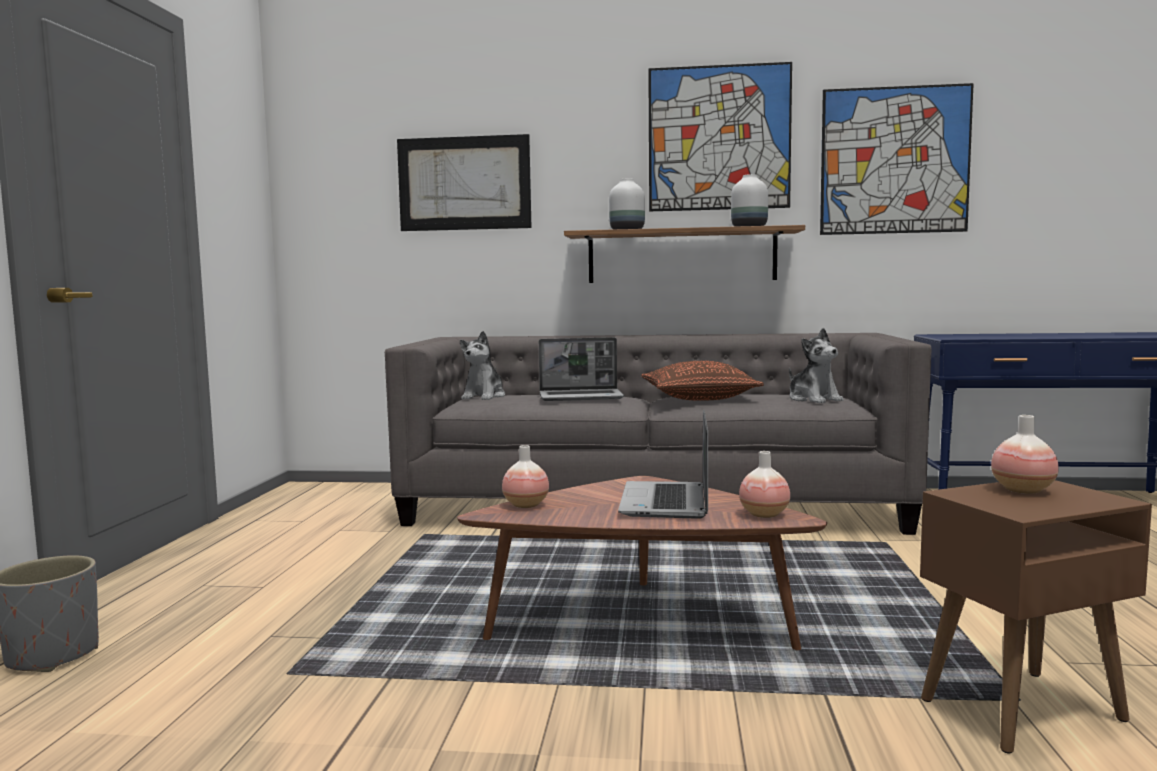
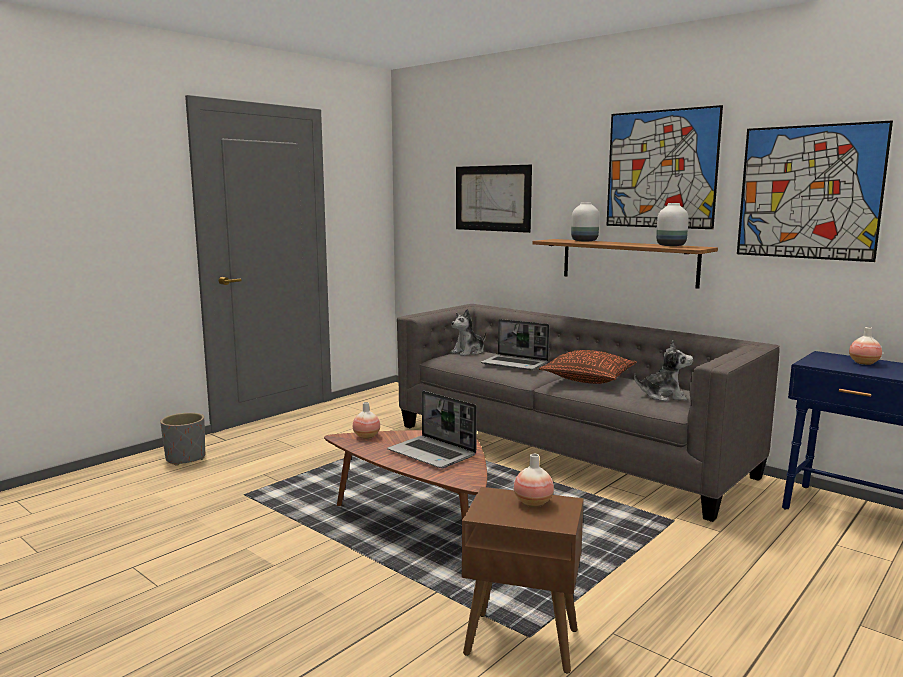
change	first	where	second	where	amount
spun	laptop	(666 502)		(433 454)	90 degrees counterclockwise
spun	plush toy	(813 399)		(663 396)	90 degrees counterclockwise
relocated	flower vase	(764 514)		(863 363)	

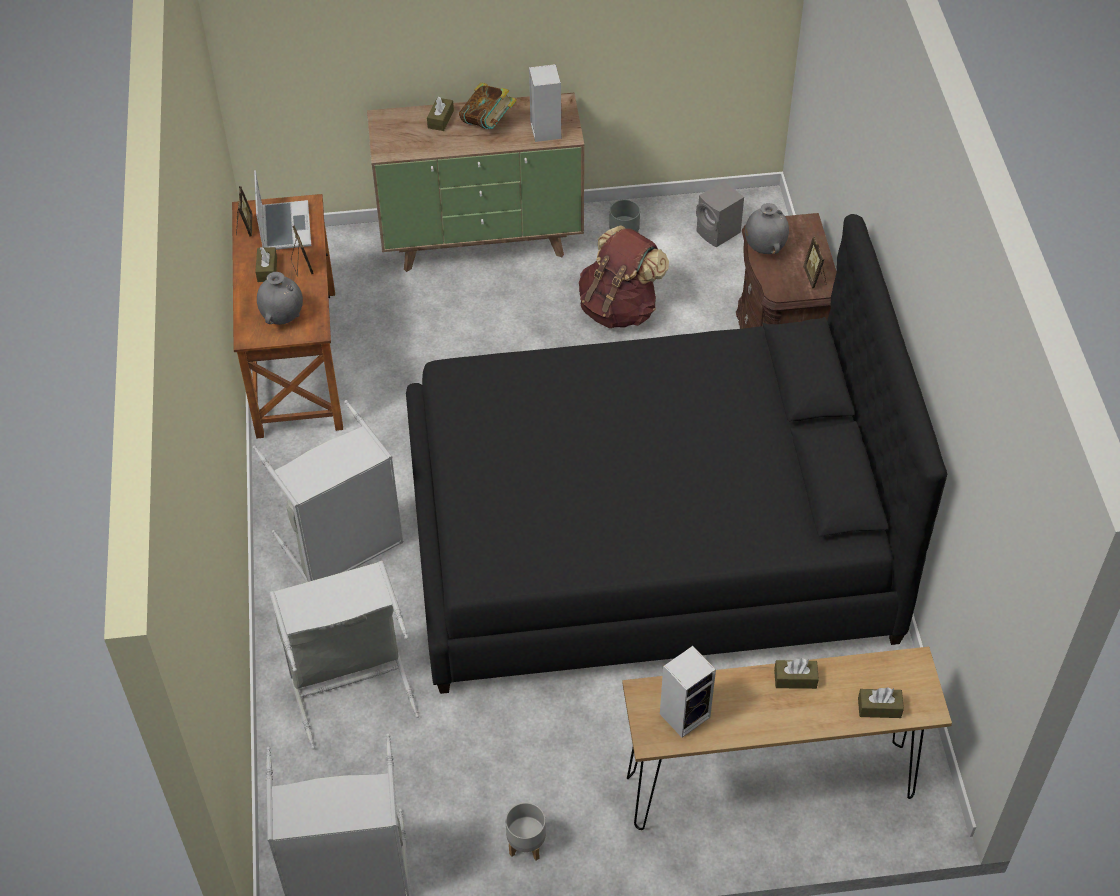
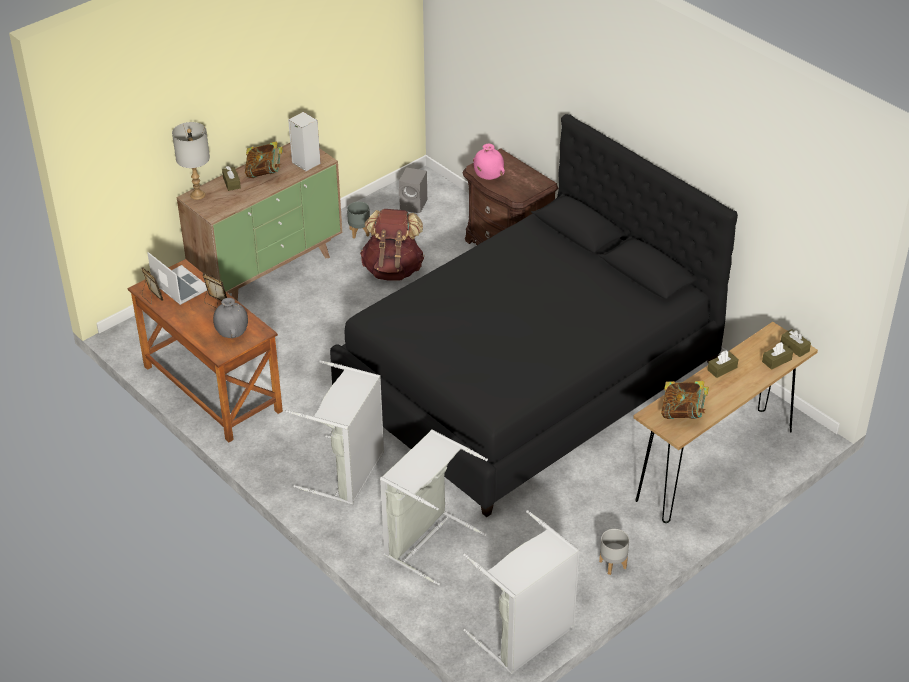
change	first	where	second	where	amount
appeared			greyish tabletop lamp	(197 195)	
colour	greyish flower vase	(764 248)	pink flower vase	(488 177)	
exchanged	loudspeaker	(685 714)	bound book	(683 413)	
relocated	brown-coloured tissue holder	(267 269)		(794 347)	
missing	picture frame	(815 277)			

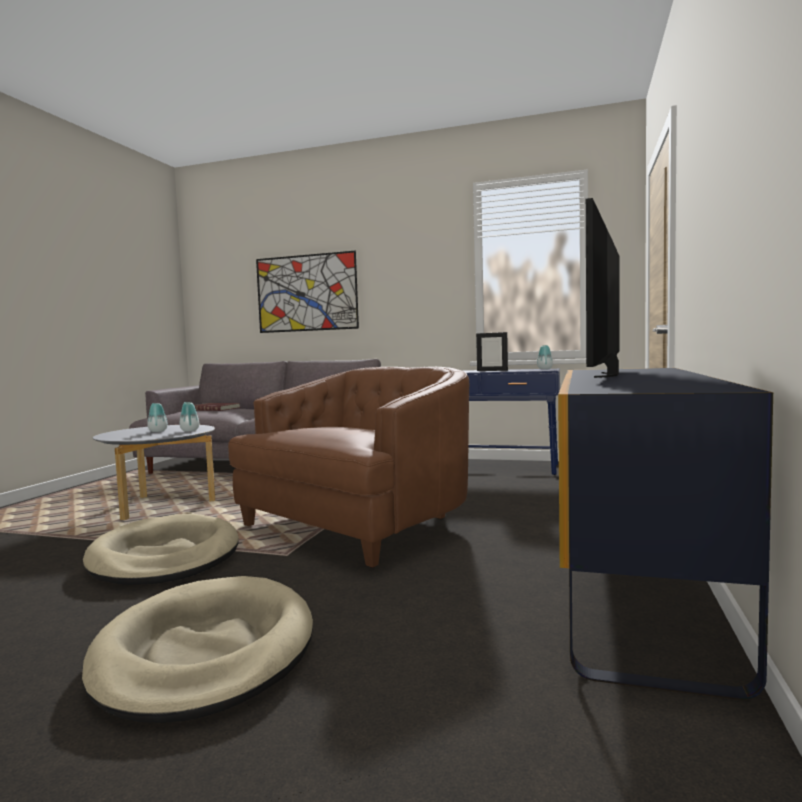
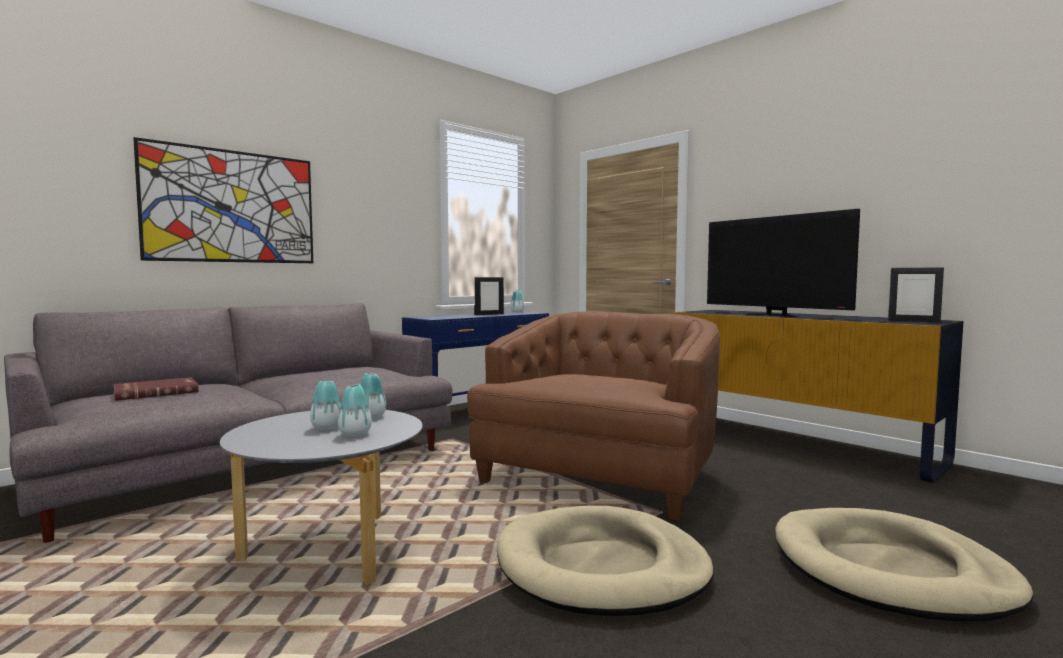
change	first	where	second	where	amount
appeared			flower vase	(355 434)	
spun	brown-coloured easy chair	(358 526)		(600 476)	45 degrees clockwise
appeared			picture frame	(913 321)	

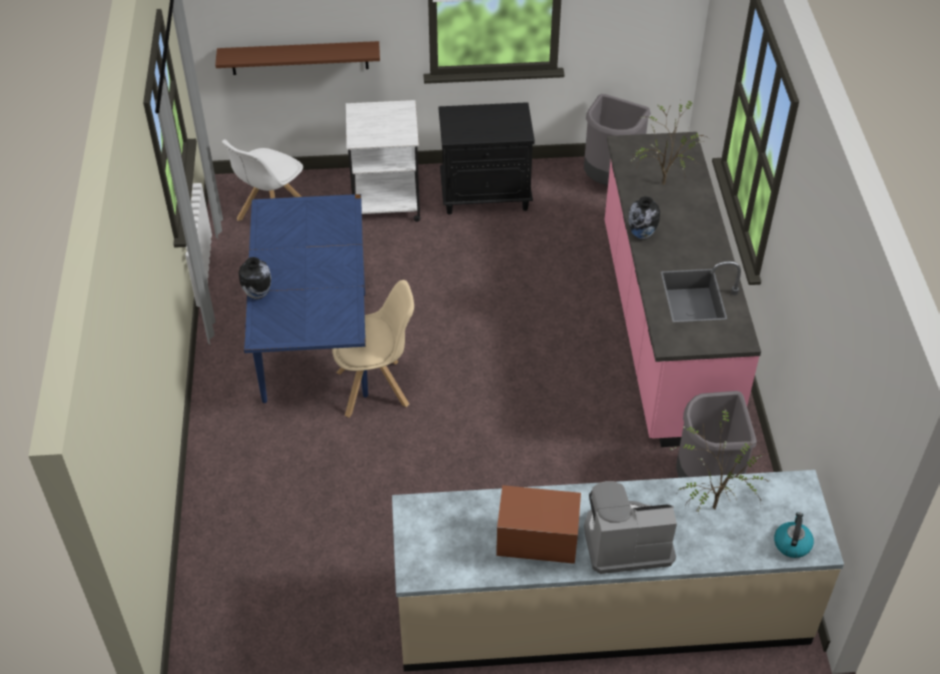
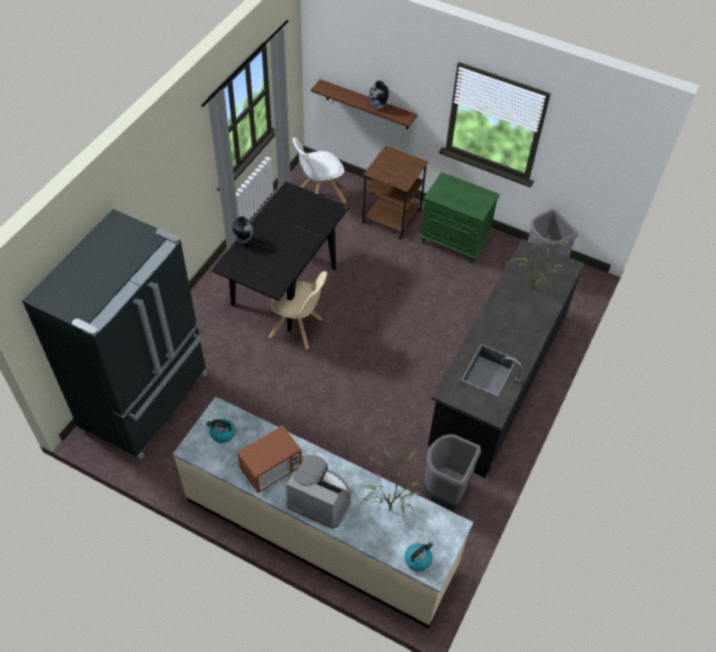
change	first	where	second	where	amount
appeared			black kitchen fridge	(147 400)	
appeared			water kettle	(222 433)	
colour	blue-coloured dinner table	(315 344)	black dinner table	(285 285)	
spun	microwave oven	(537 541)		(271 469)	105 degrees clockwise
colour	white-coloured wheeled cart	(387 200)	brown-coloured wheeled cart	(392 217)	
relocated	flower vase	(641 235)		(378 106)	
colour	black bedside table	(486 194)	green-coloured bedside table	(455 241)	
colour	pink counter	(663 329)	black counter	(497 381)	

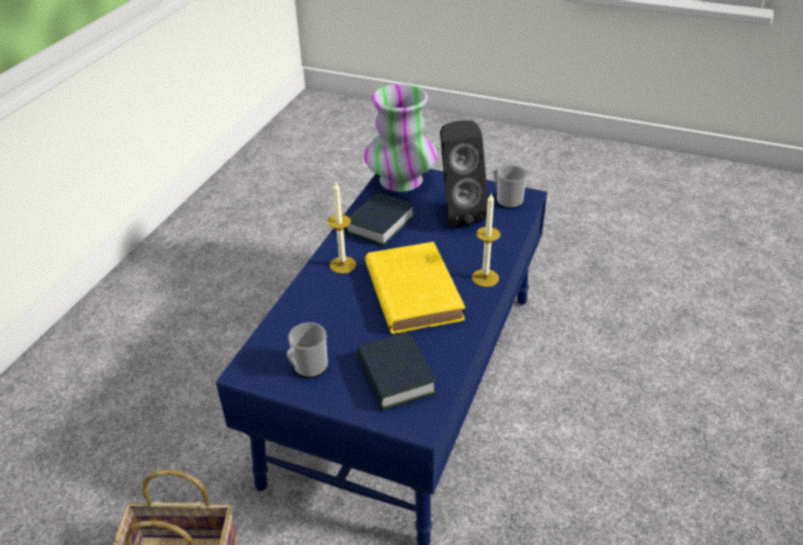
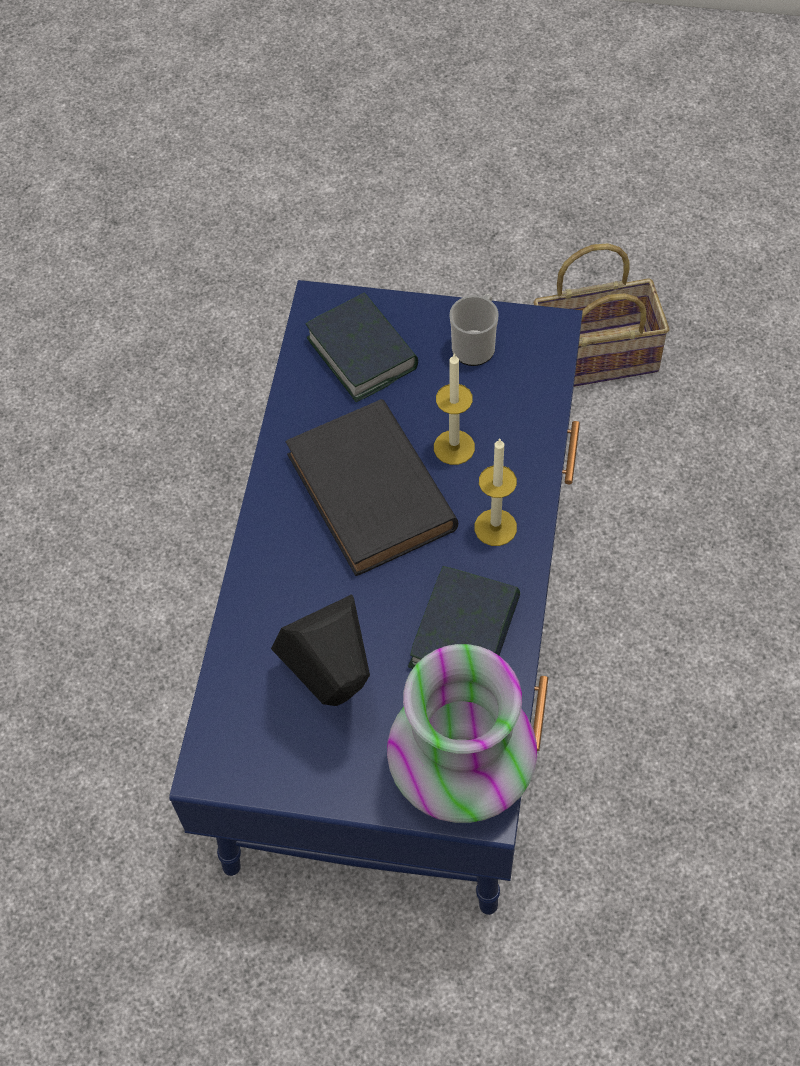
change	first	where	second	where	amount
colour	yellow-coloured bound book	(412 290)	black bound book	(373 496)	
relocated	wax light	(485 278)		(454 447)	
missing	tea mug	(507 200)			

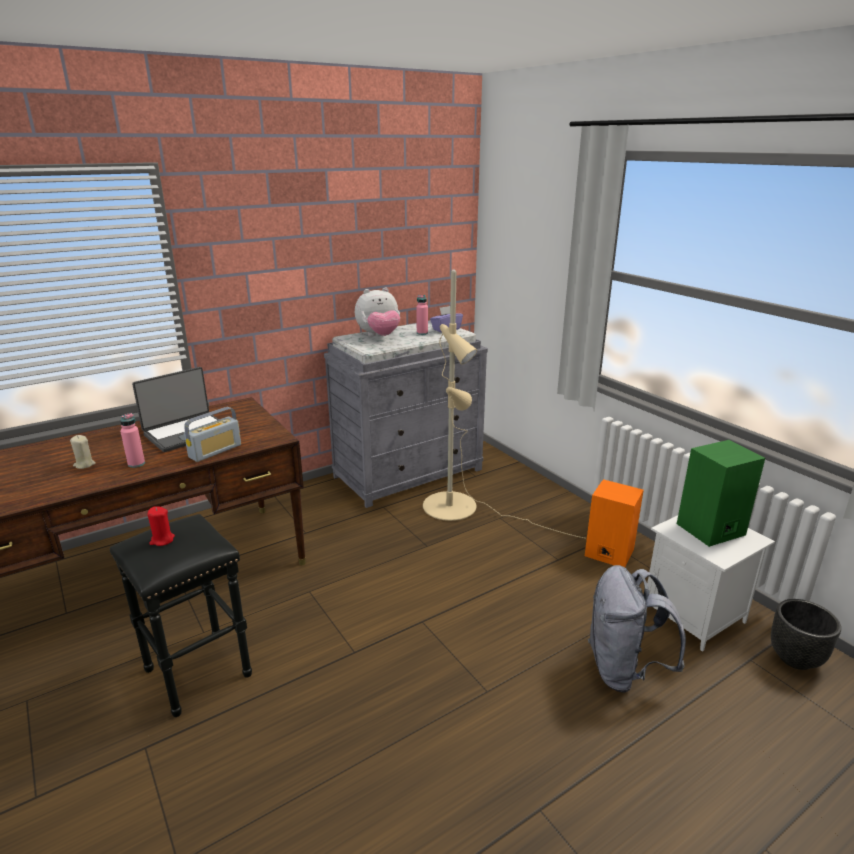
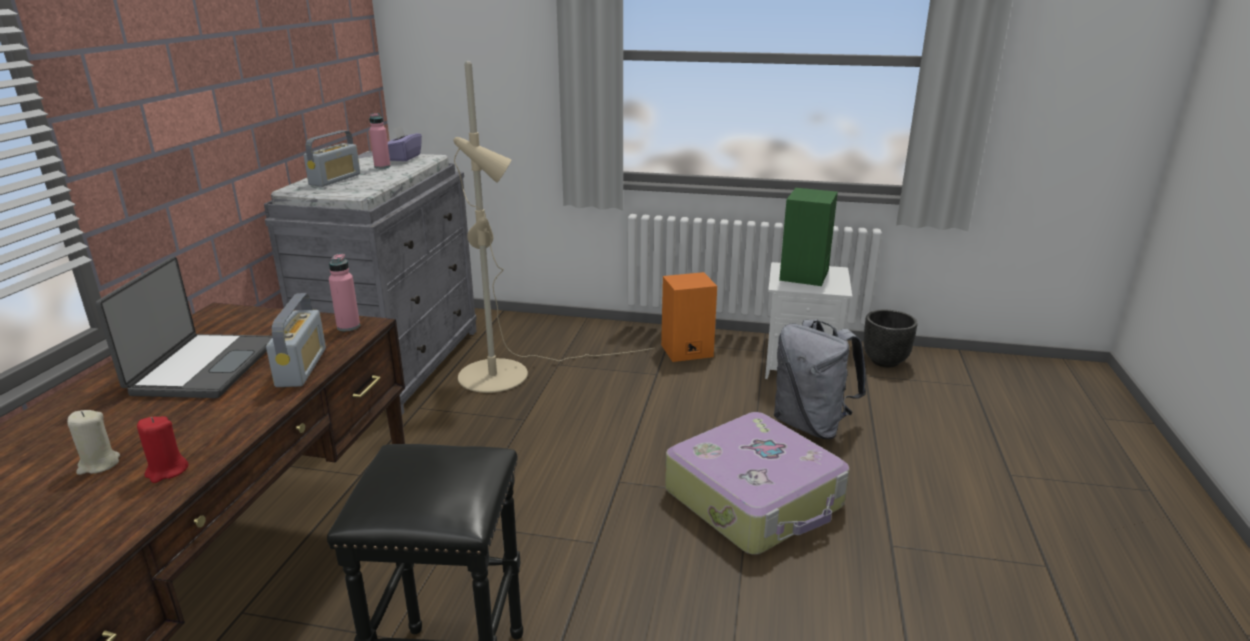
change	first	where	second	where	amount
relocated	red-coloured wax light	(162 540)		(166 471)	
exchanged	plush toy	(379 336)	radio receiver	(335 179)	
relocated	pink bottle	(136 464)		(348 327)	
appeared			piece of luggage	(755 499)	

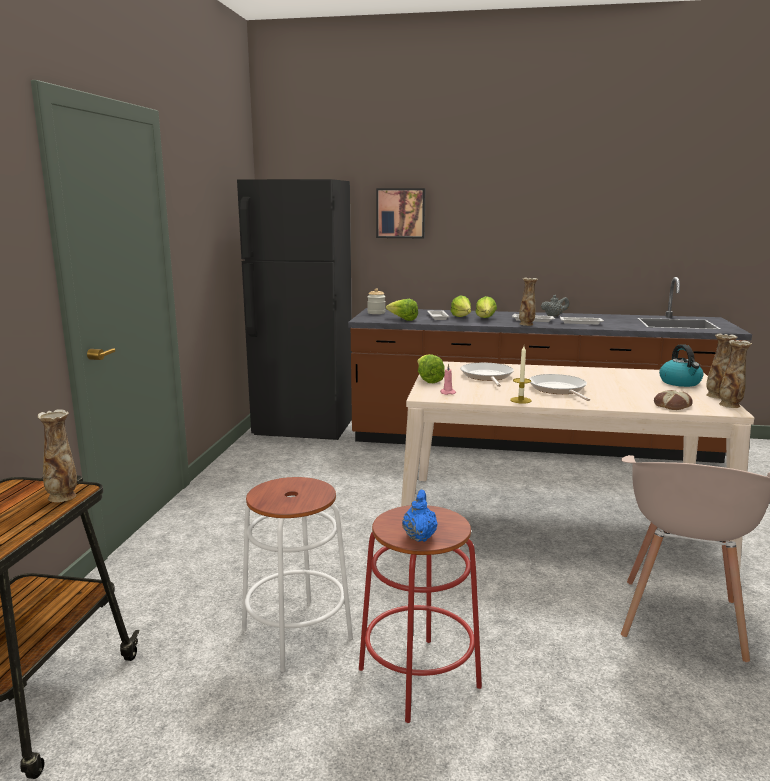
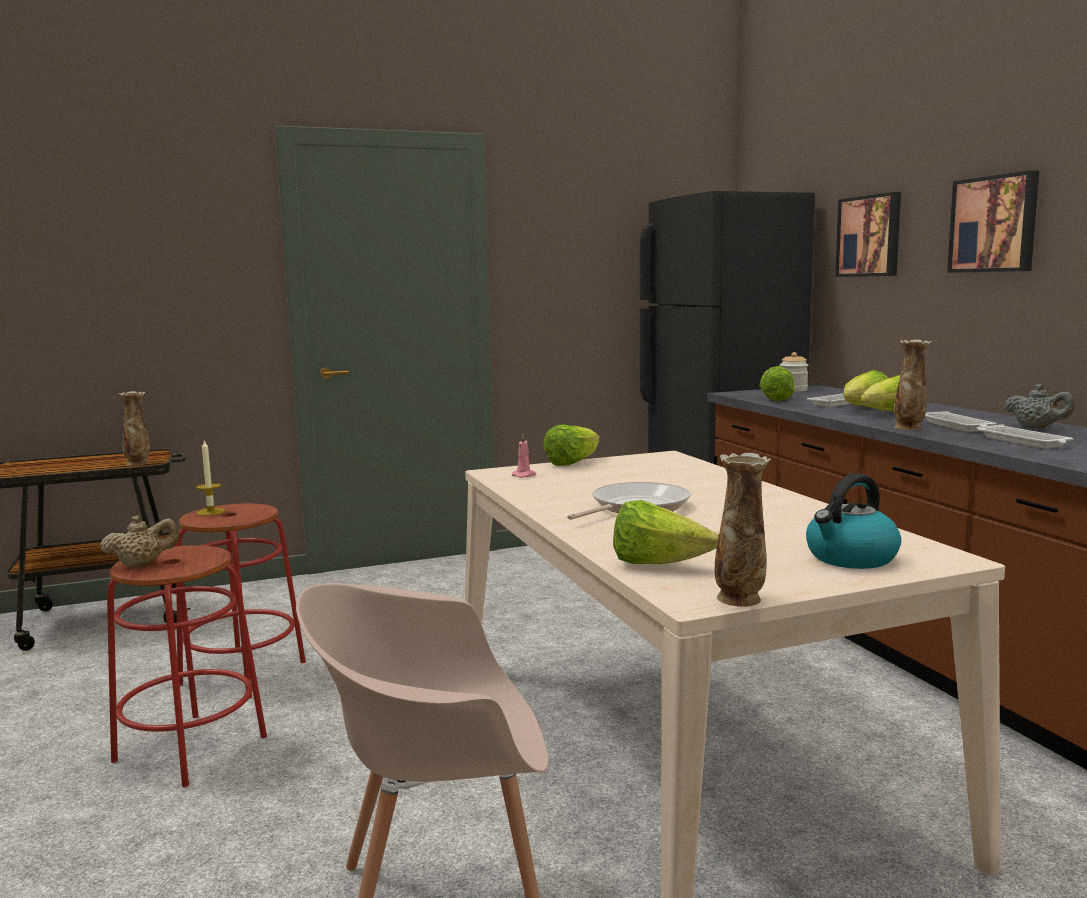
change	first	where	second	where	amount
colour	blue-coloured pot for tea	(419 536)	beige pot for tea	(142 564)	
colour	white-coloured stool	(297 634)	red-coloured stool	(243 673)	
relocated	wax light	(520 400)		(211 512)	
exchanged	bakery bread	(671 405)	head of lettuce	(658 565)	
appeared			wall picture	(995 224)	
missing	pan	(487 376)			
missing	flower vase	(717 396)			

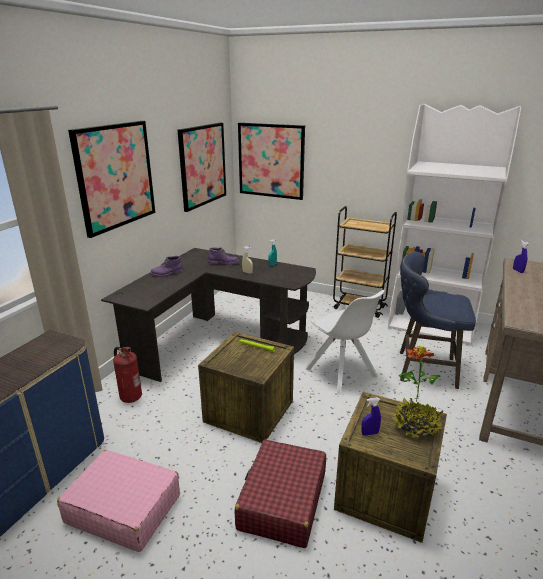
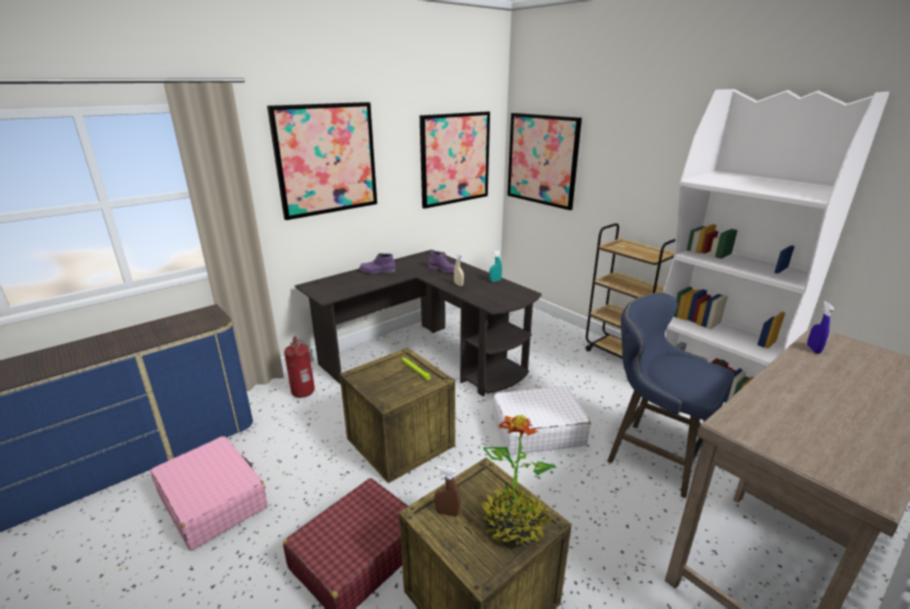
change	first	where	second	where	amount
colour	blue-coloured sprayer	(369 433)	brown-coloured sprayer	(447 513)	
exchanged	white-coloured chair	(341 373)	white-coloured piece of luggage	(537 430)	

